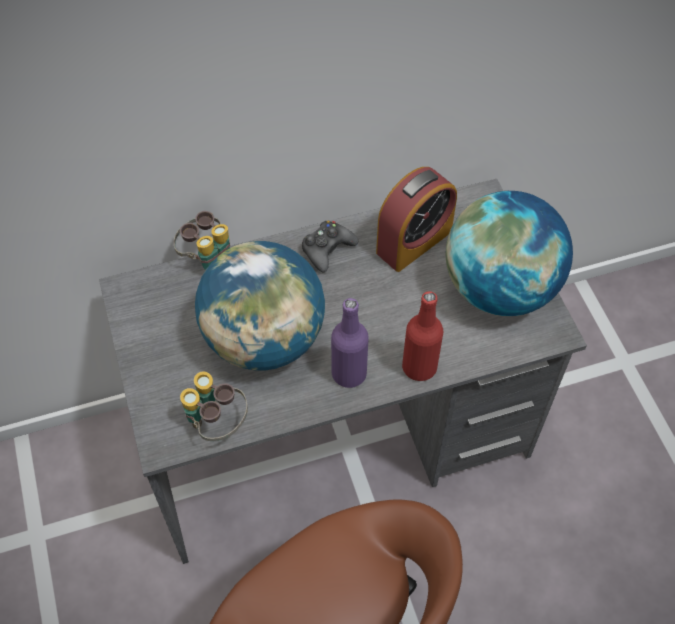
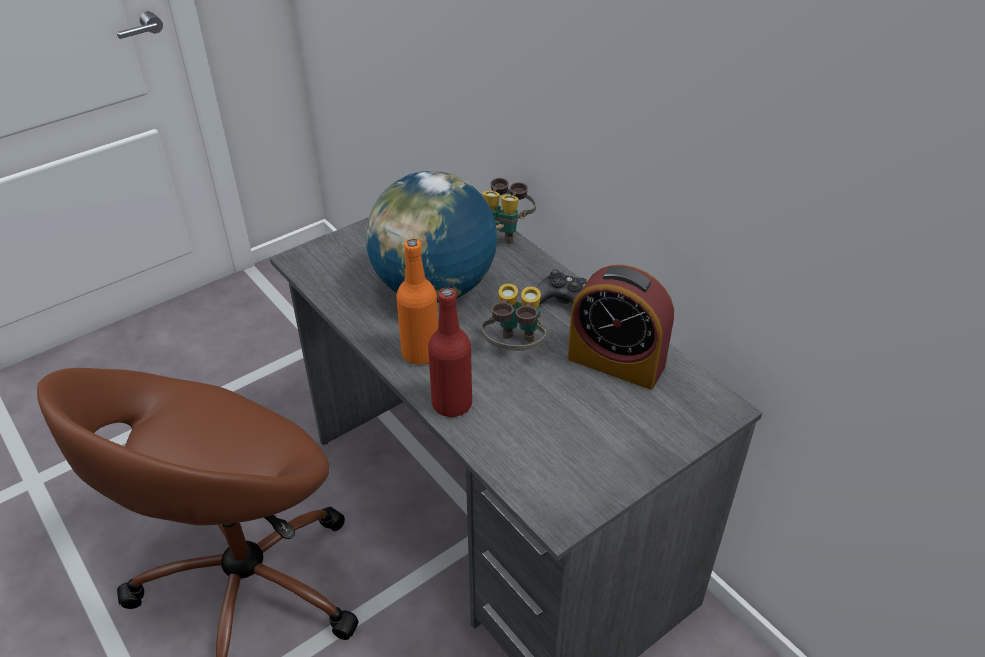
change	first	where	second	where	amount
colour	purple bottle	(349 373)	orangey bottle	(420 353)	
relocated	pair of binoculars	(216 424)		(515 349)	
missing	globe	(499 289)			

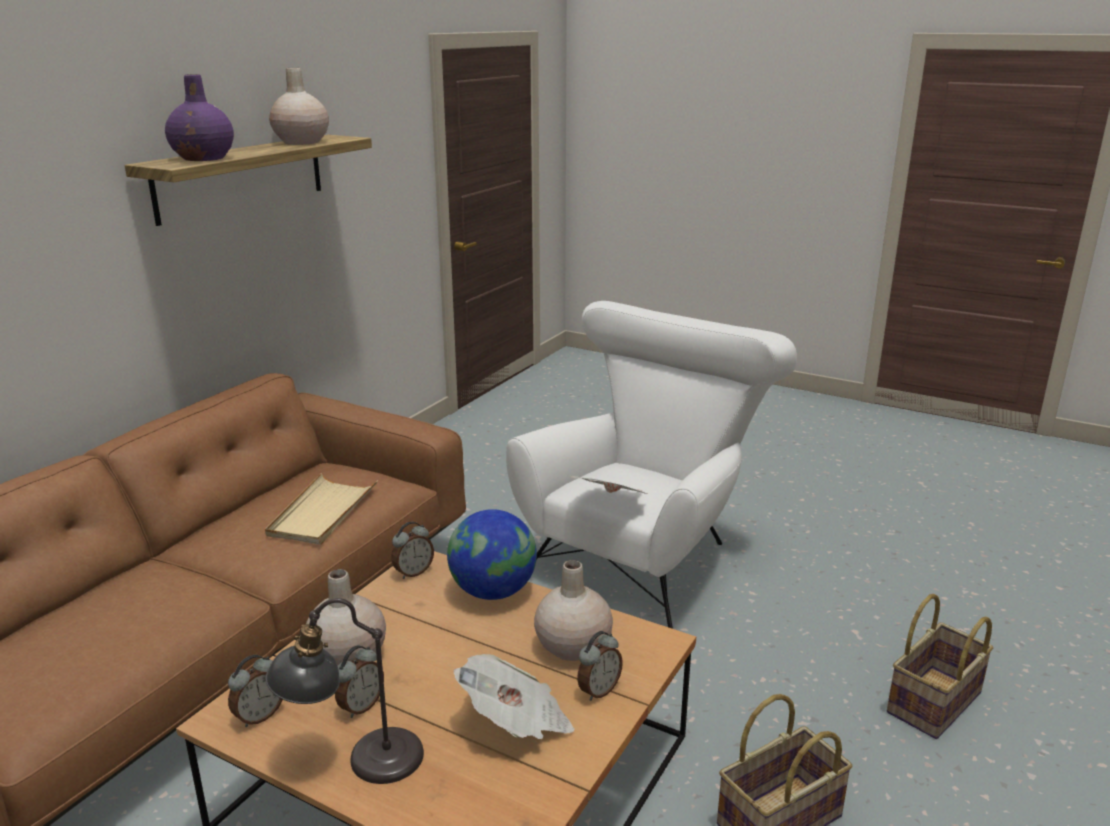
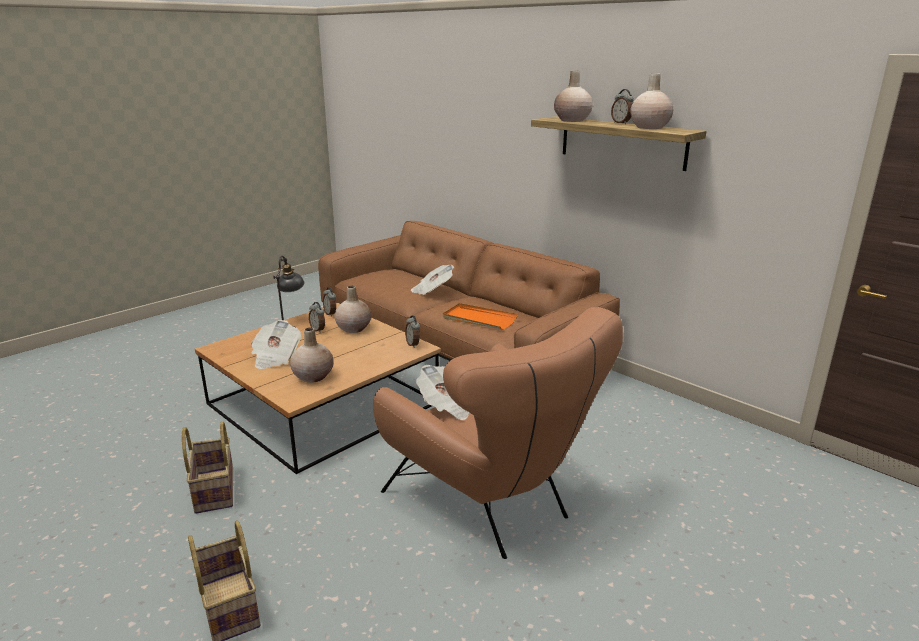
change	first	where	second	where	amount
colour	white-coloured easy chair	(643 559)	brown-coloured easy chair	(493 503)	
appeared			printed paper	(432 290)	
colour	beige serving tray	(322 513)	orangey serving tray	(479 319)	
colour	purple flower vase	(204 158)	beige flower vase	(572 120)	
relocated	table clock	(598 690)		(621 123)	
missing	globe	(493 591)			

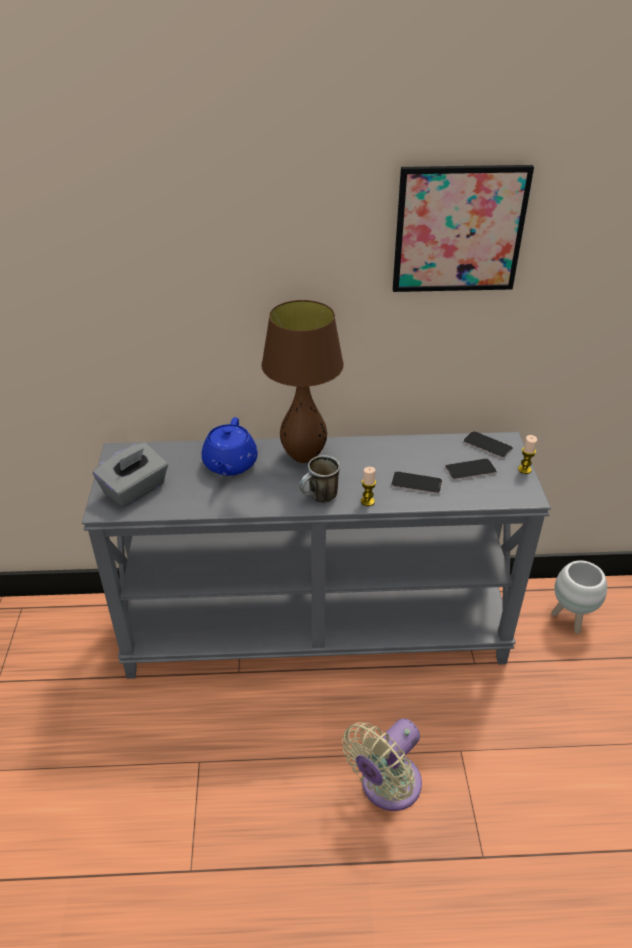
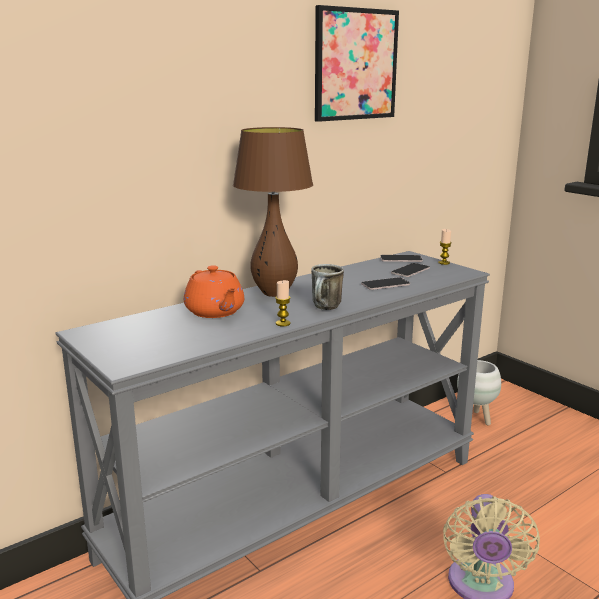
change	first	where	second	where	amount
colour	blue-coloured pot for tea	(230 465)	orangey pot for tea	(215 312)	
relocated	wax light	(367 501)		(283 323)	
missing	greyish tissue holder	(135 490)			

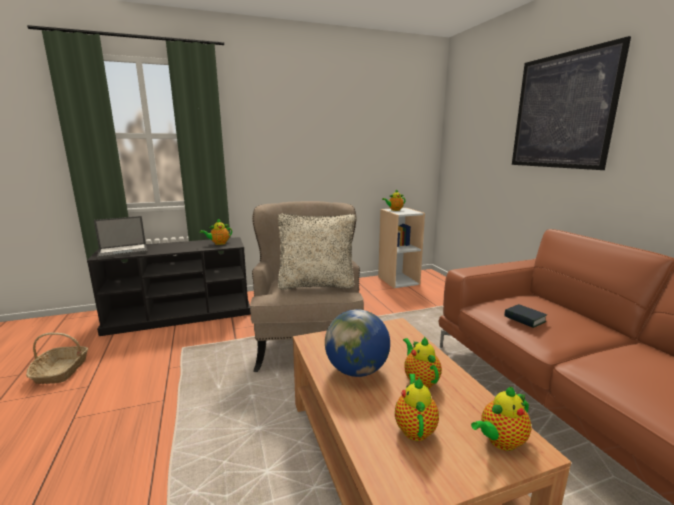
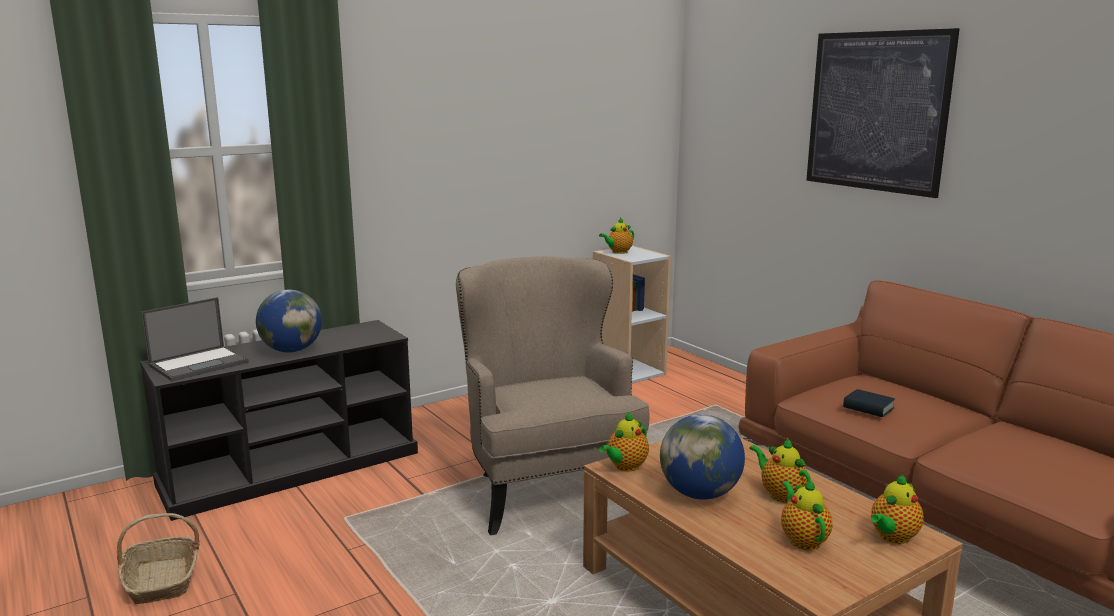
change	first	where	second	where	amount
appeared			globe	(291 350)	
relocated	pot for tea	(219 243)		(625 467)	
missing	beige pillow	(317 286)			

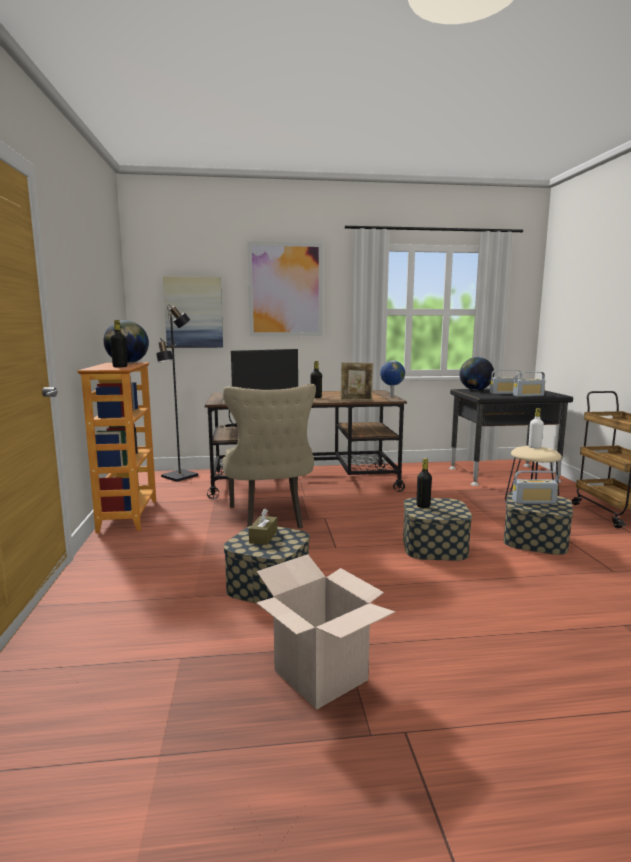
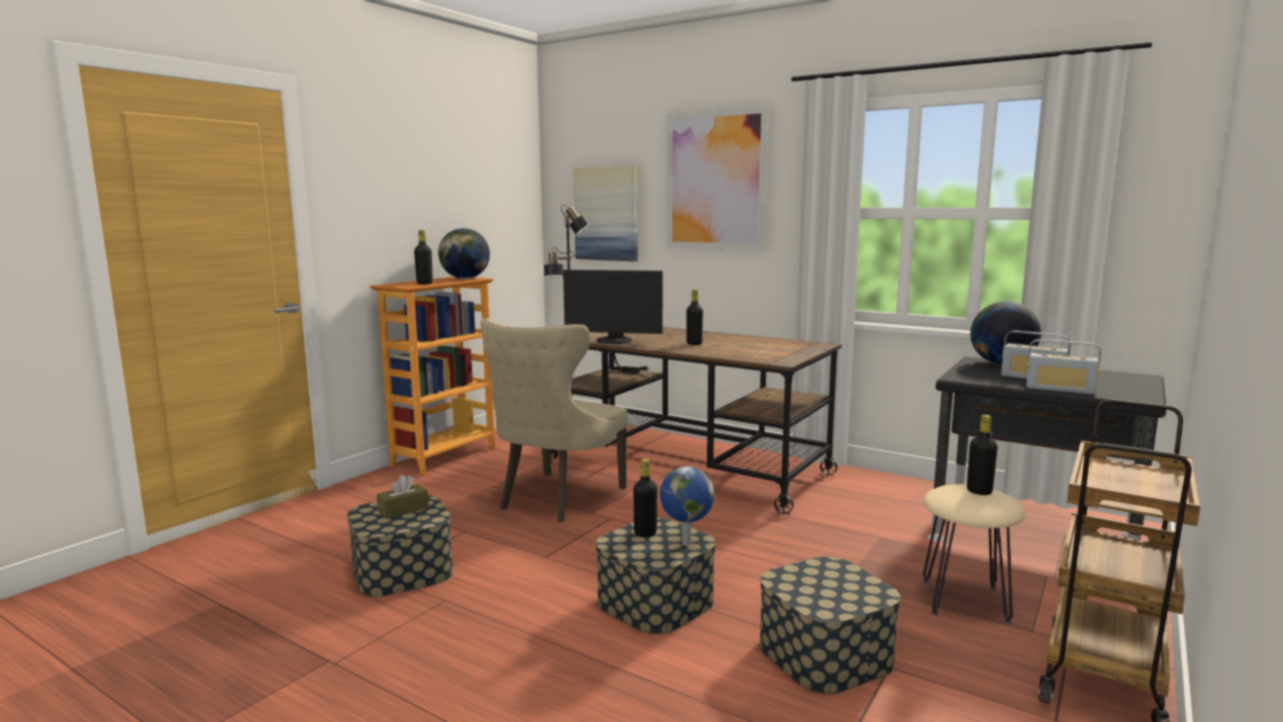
change	first	where	second	where	amount
relocated	globe	(391 397)		(685 543)	
colour	white-coloured bottle	(534 447)	black bottle	(979 491)	
missing	packing box	(320 675)			
missing	picture frame	(356 400)			
missing	radio receiver	(533 502)			

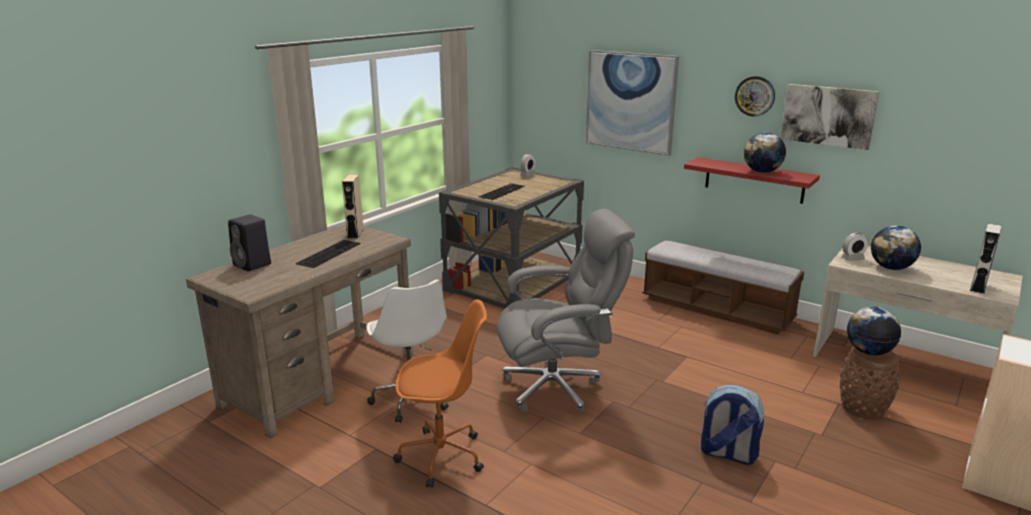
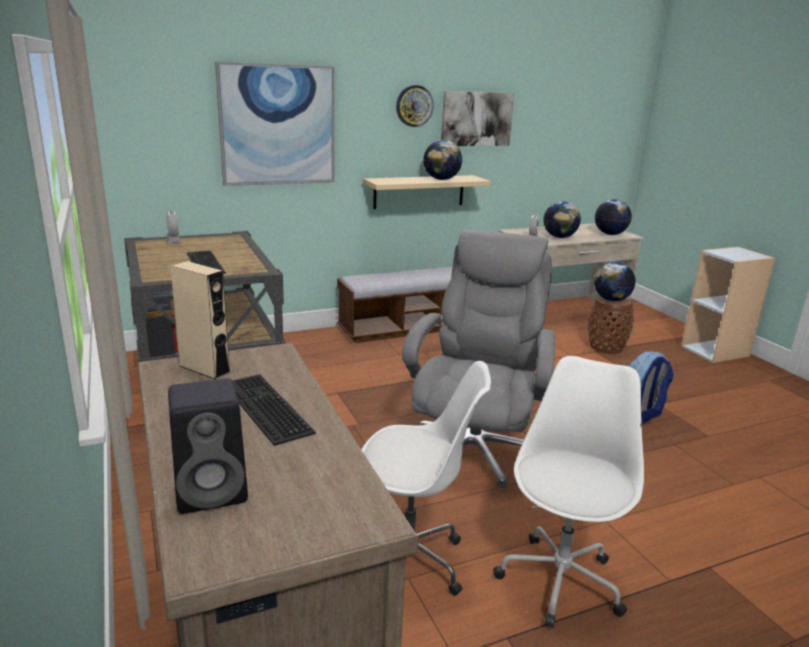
change	first	where	second	where	amount
colour	red-coloured bracket shelf	(754 180)	beige bracket shelf	(419 191)	
colour	orangey desk chair	(444 456)	white-coloured desk chair	(560 579)	
exchanged	greyish loudspeaker	(978 287)	globe	(610 234)	

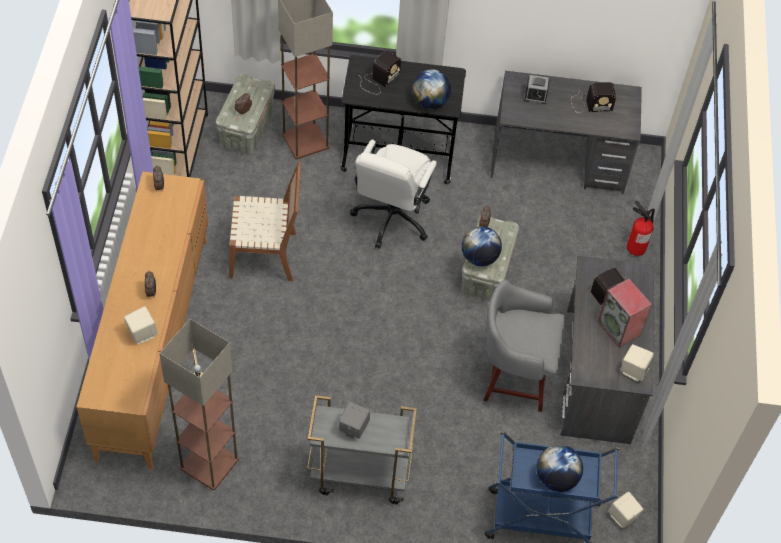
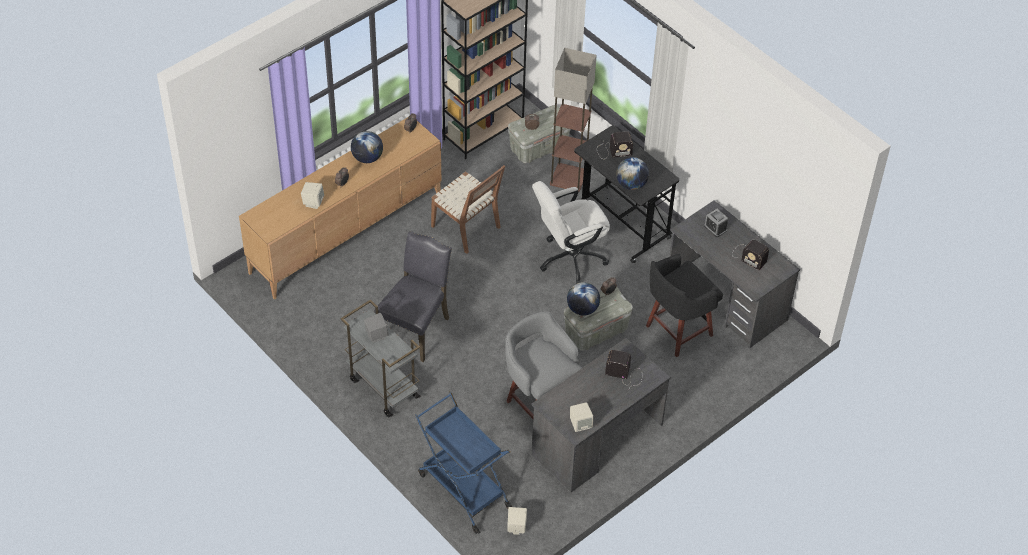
change	first	where	second	where	amount
relocated	globe	(556 478)		(367 158)	
appeared			greyish chair	(416 329)	
appeared			black stool	(677 331)	
missing	floor lamp	(208 464)			
missing	loudspeaker	(619 328)			
missing	fire-fighting cylinder	(636 247)			

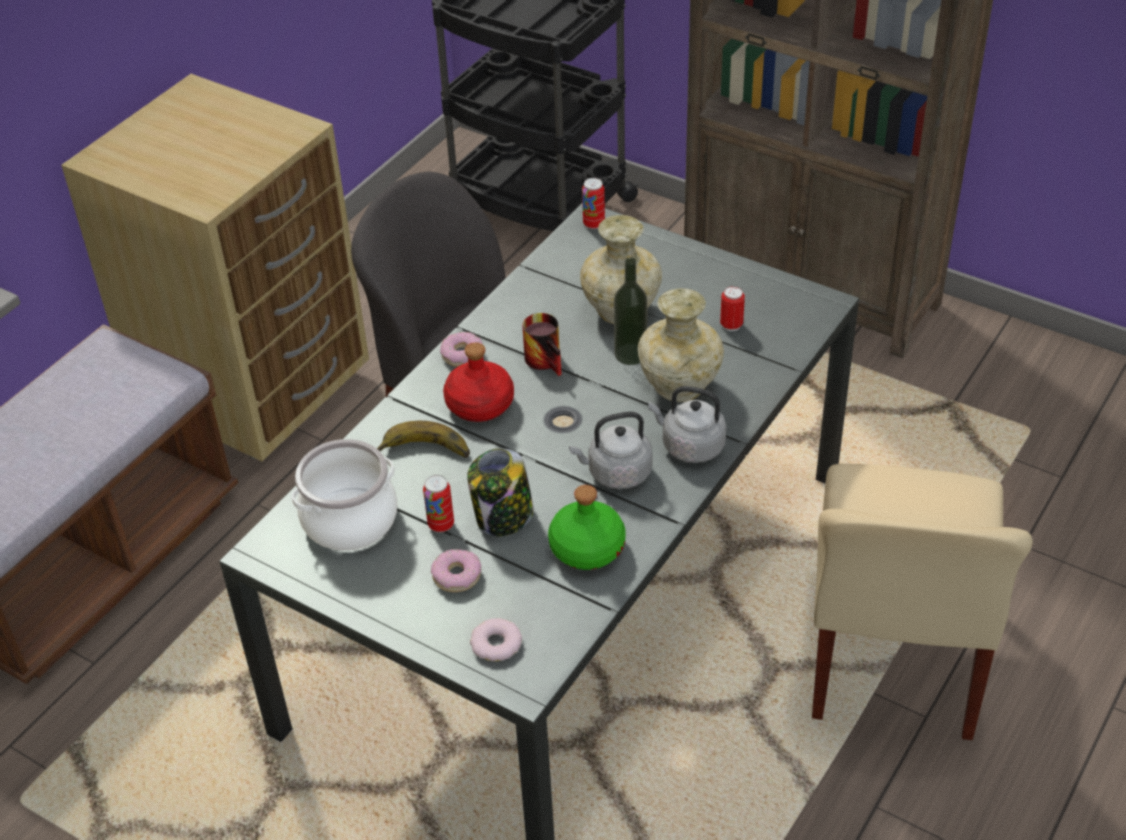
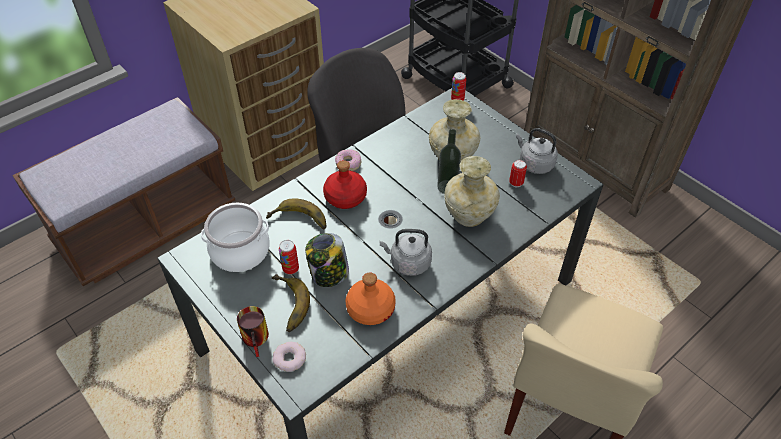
change	first	where	second	where	amount
relocated	tea mug	(548 360)		(258 339)	
exchanged	doughnut	(457 576)	banana fruit	(286 305)	
colour	green-coloured bottle	(586 548)	orangey bottle	(370 308)	
relocated	greyish water kettle	(689 446)		(534 164)	

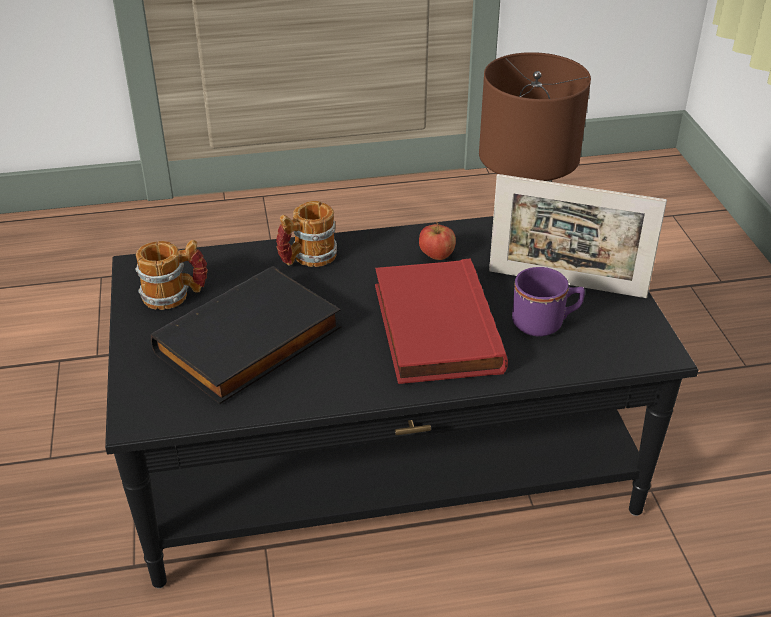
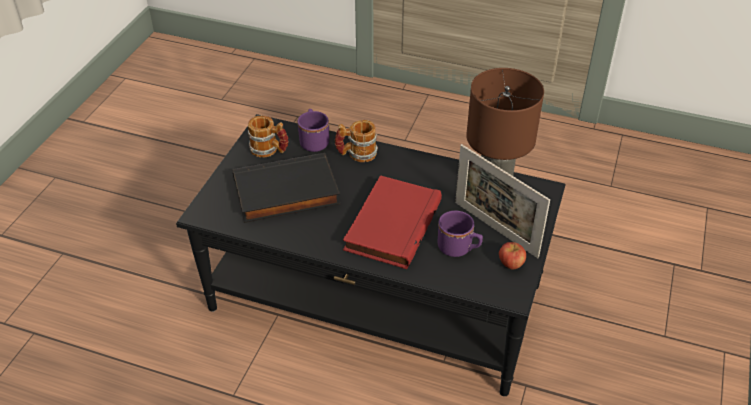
change	first	where	second	where	amount
appeared			purple tea mug	(314 141)	
relocated	apple	(436 256)		(510 264)	

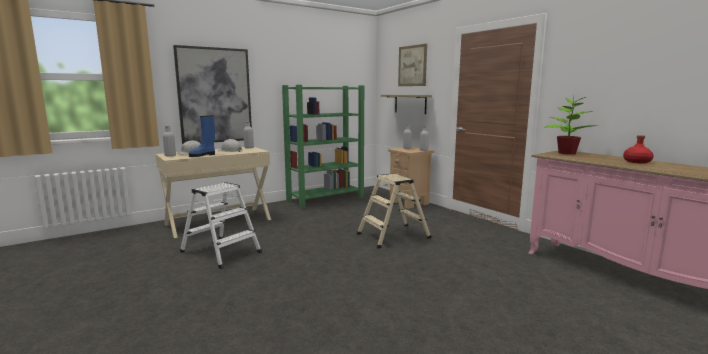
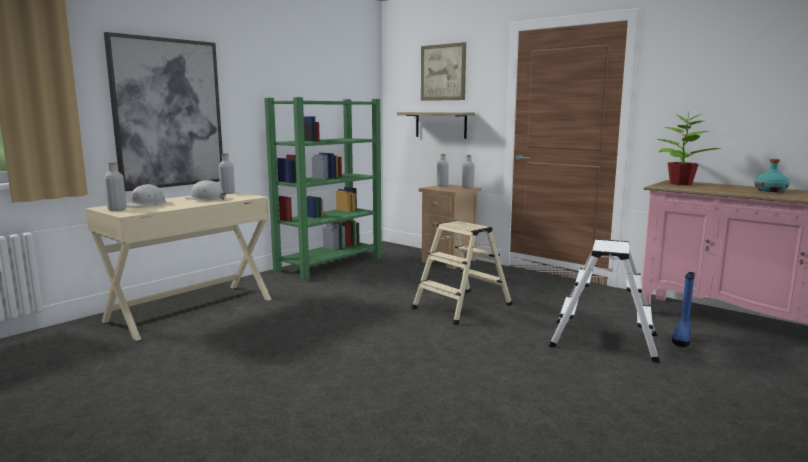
change	first	where	second	where	amount
relocated	white-coloured step ladder	(220 252)		(603 340)	
relocated	blue-coloured boot	(203 155)		(682 338)	
colour	red-coloured bottle	(637 162)	blue-green bottle	(771 190)	

